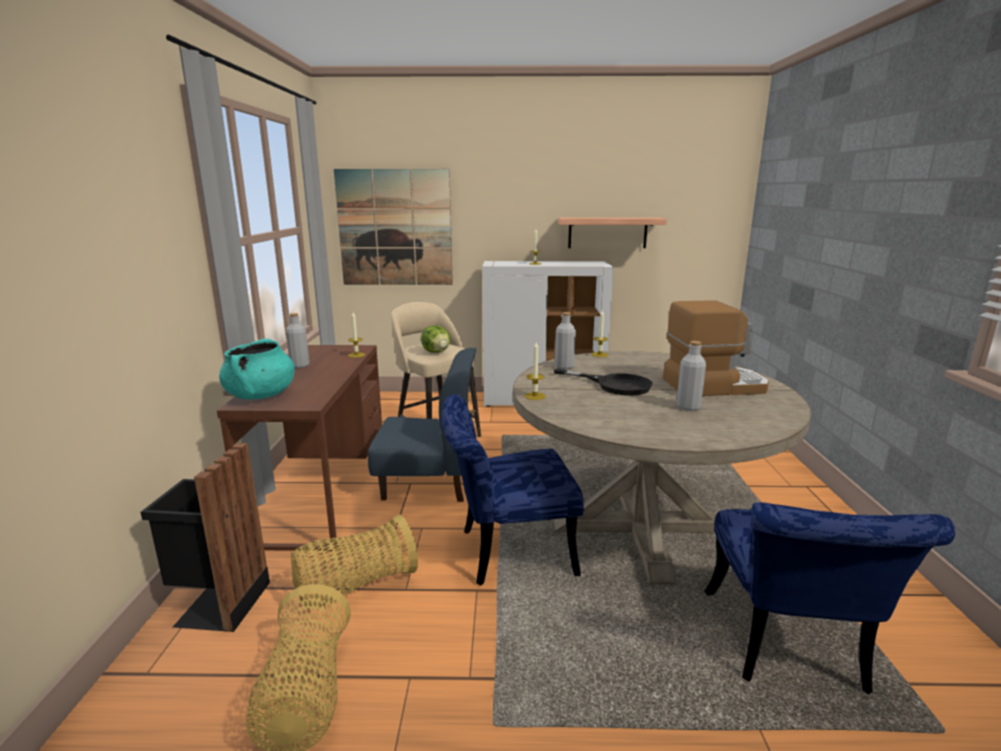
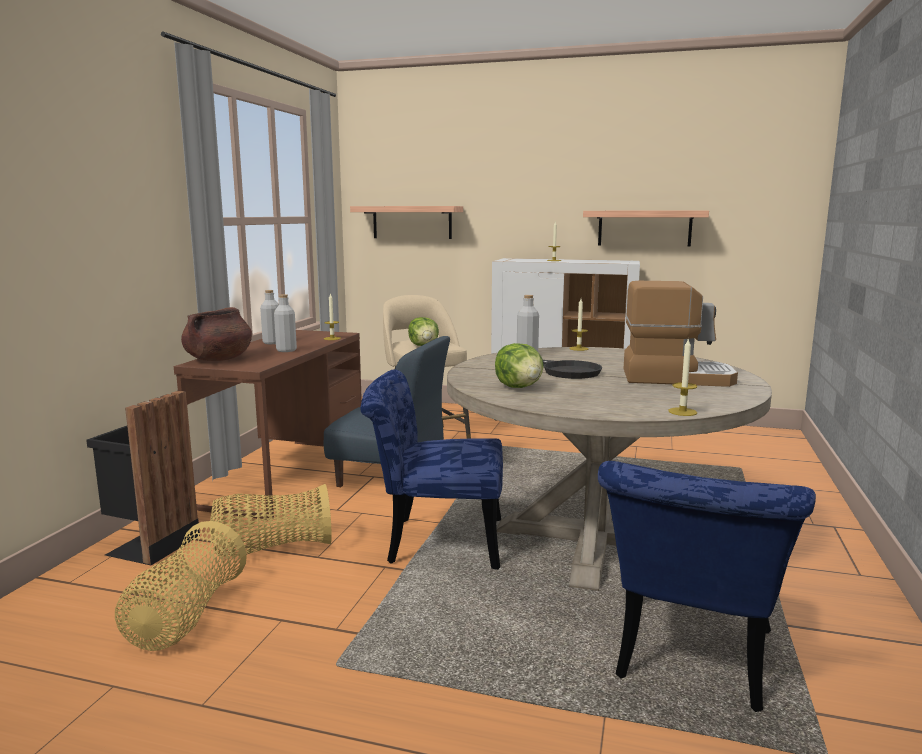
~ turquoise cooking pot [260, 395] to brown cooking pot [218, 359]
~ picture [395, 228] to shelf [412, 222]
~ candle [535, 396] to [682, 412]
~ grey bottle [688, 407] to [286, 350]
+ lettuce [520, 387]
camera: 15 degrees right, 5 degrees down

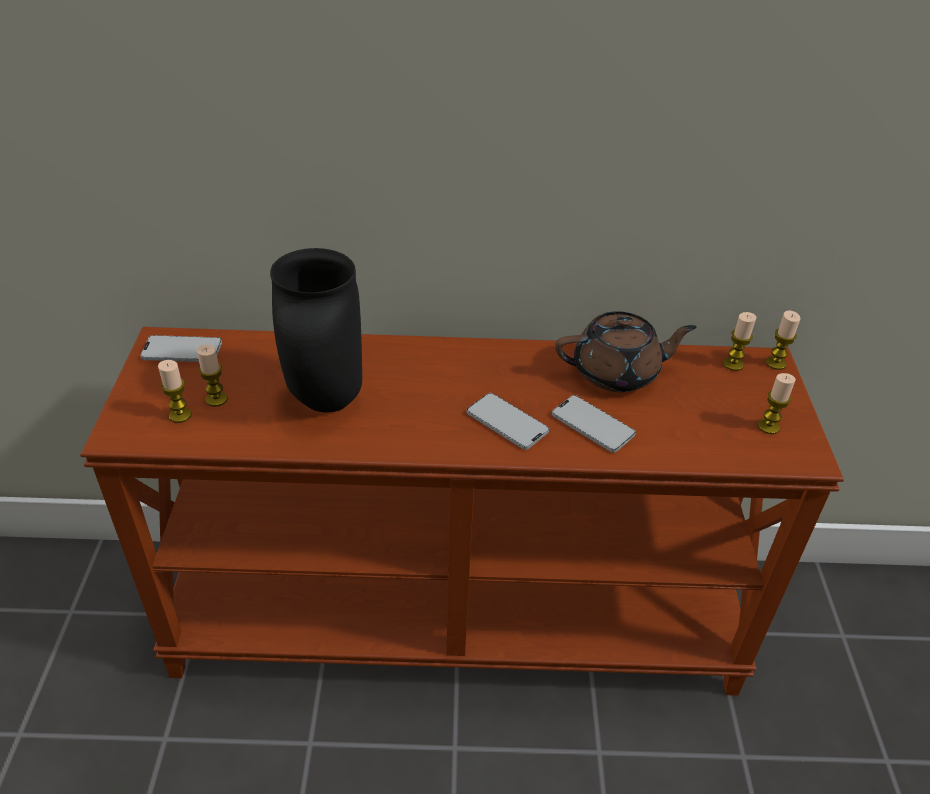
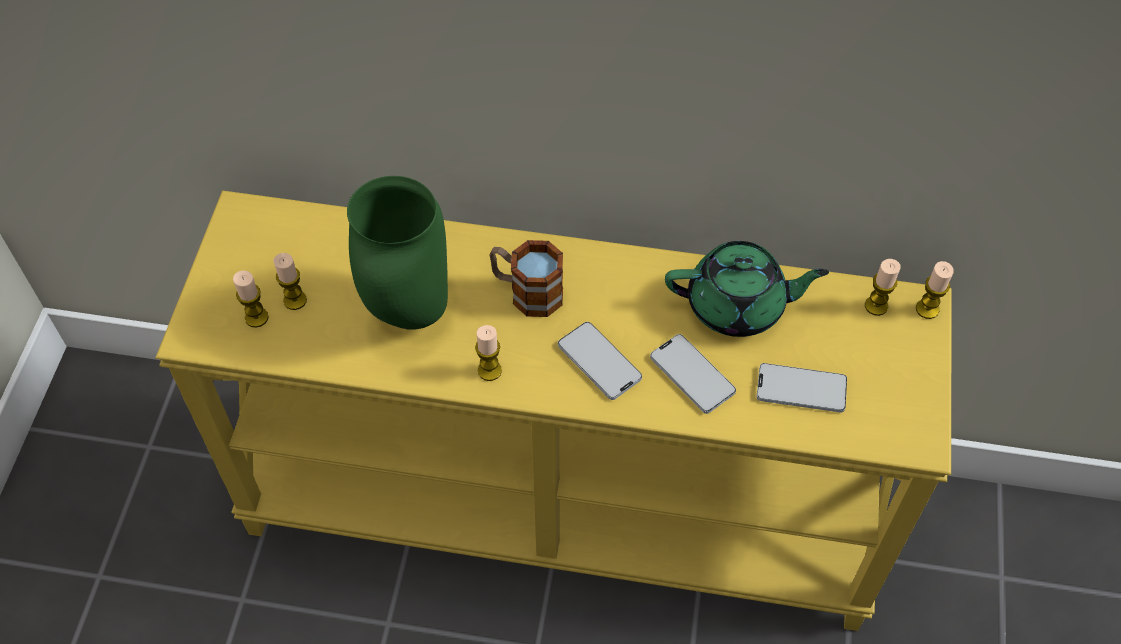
~ brown console table [458, 618] to yellow console table [563, 503]
~ phone [182, 350] to [801, 389]
~ black vase [328, 401] to green vase [412, 315]
~ brown teapot [617, 373] to green teapot [738, 305]
~ candle [768, 426] to [489, 370]
+ mug [527, 292]
camera: 10 degrees right, 15 degrees up

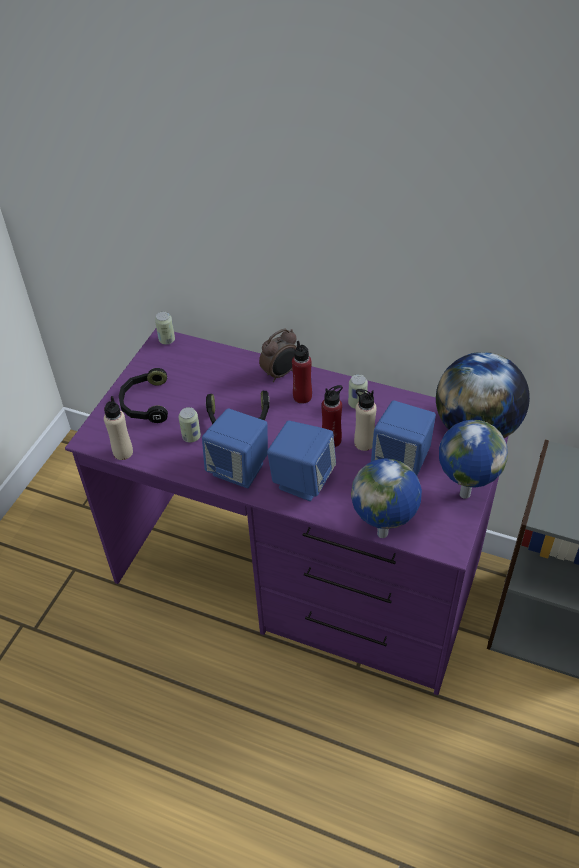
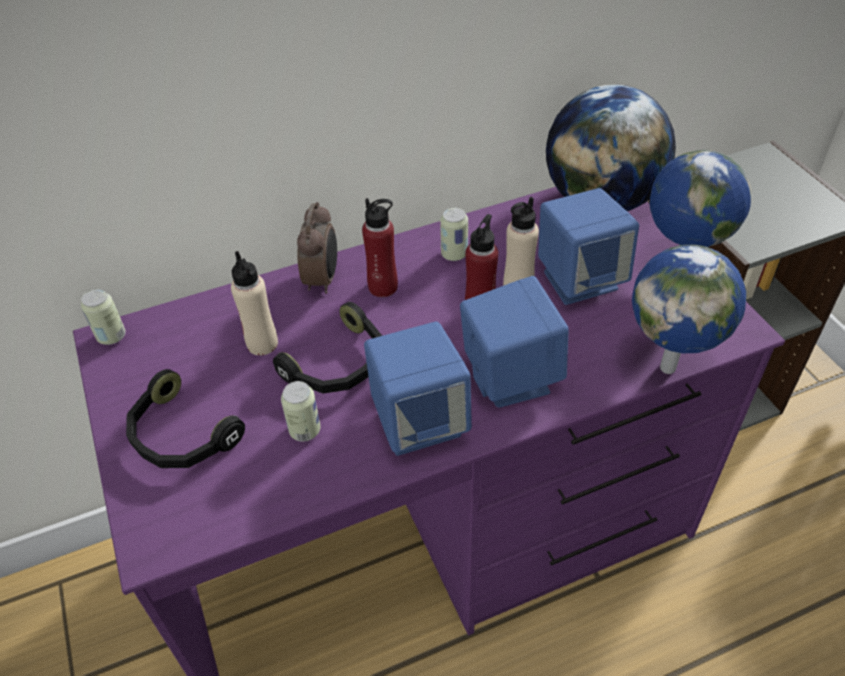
~ beige bottle [123, 452] to [262, 344]
camera: 45 degrees left, 0 degrees up

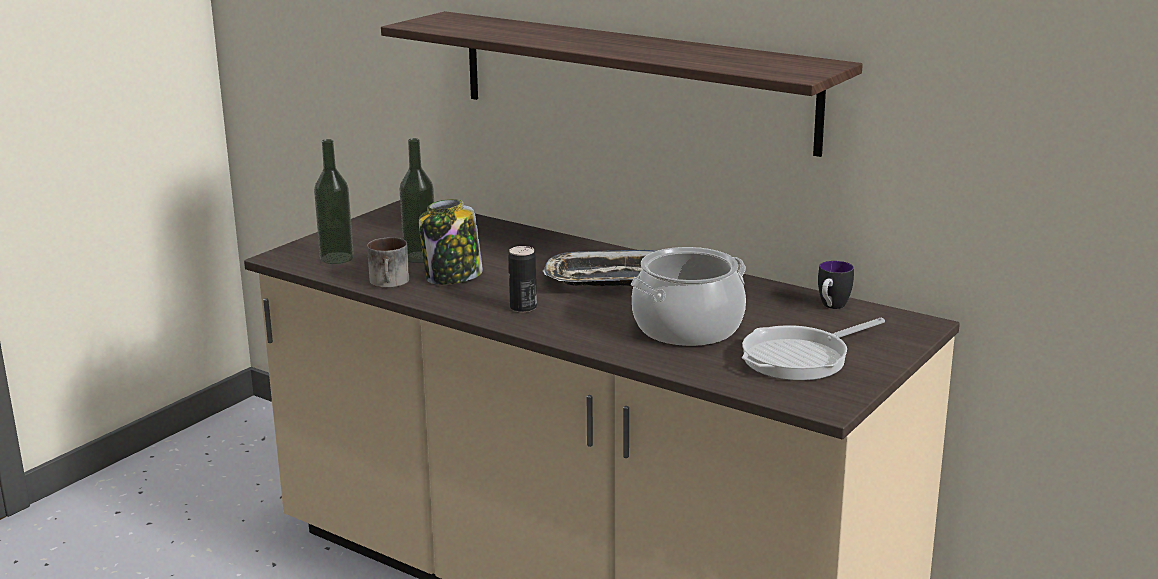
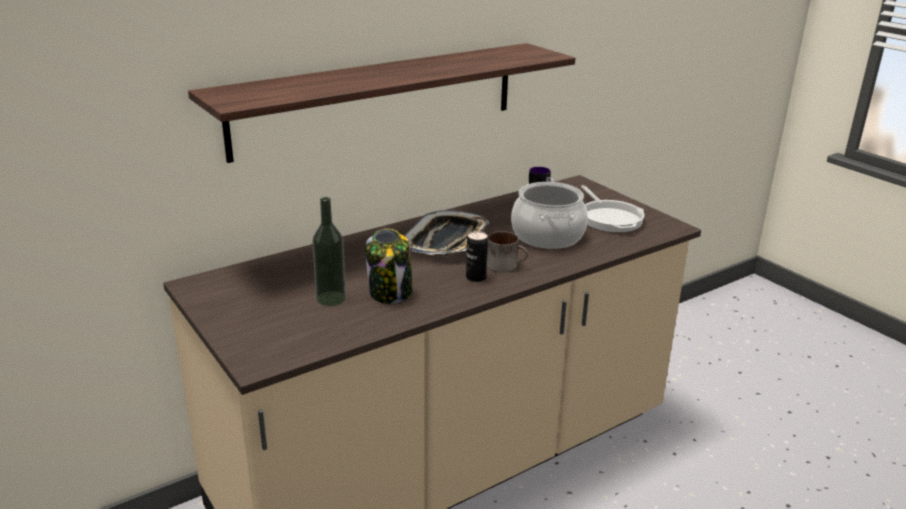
- bottle [336, 258]
~ mug [391, 282] to [506, 265]
camera: 70 degrees left, 5 degrees up

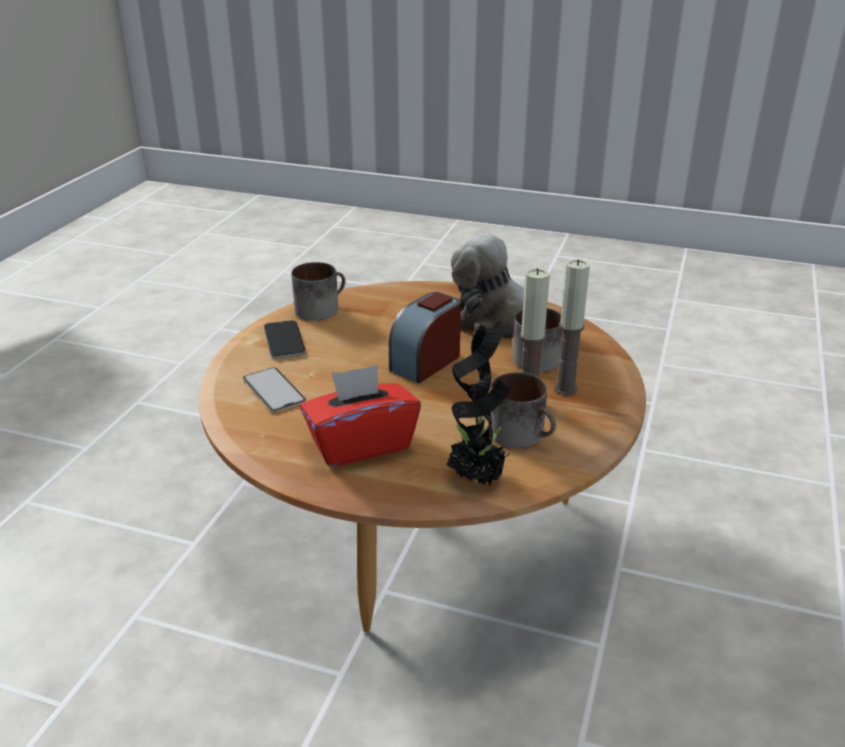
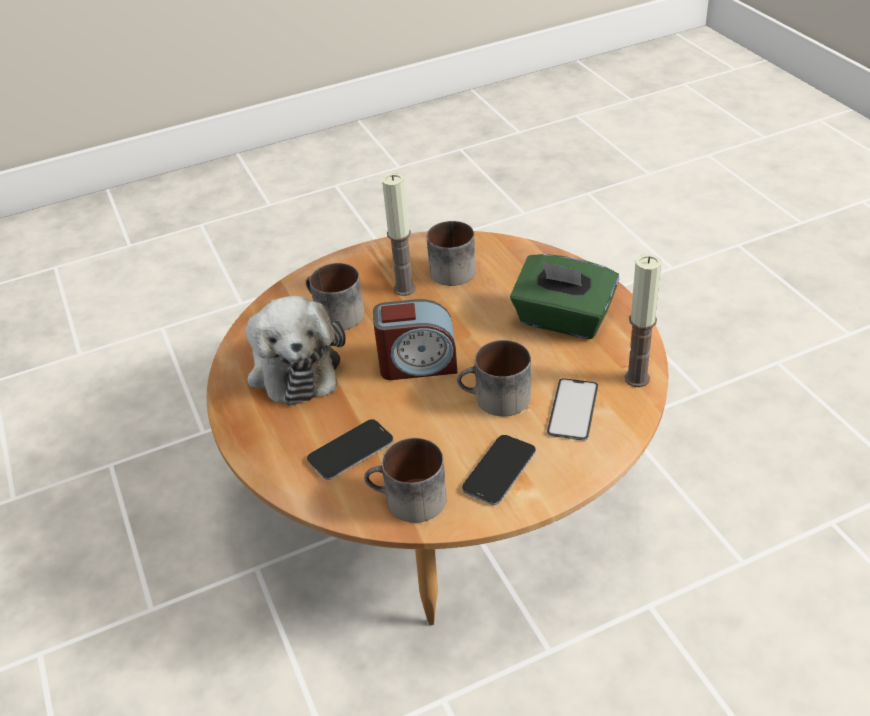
~ red tissue box [360, 444] to green tissue box [563, 320]
- potted plant [478, 479]
~ candle [565, 389] to [637, 378]
+ phone [351, 451]
+ mug [495, 400]
camera: 130 degrees left, 10 degrees up

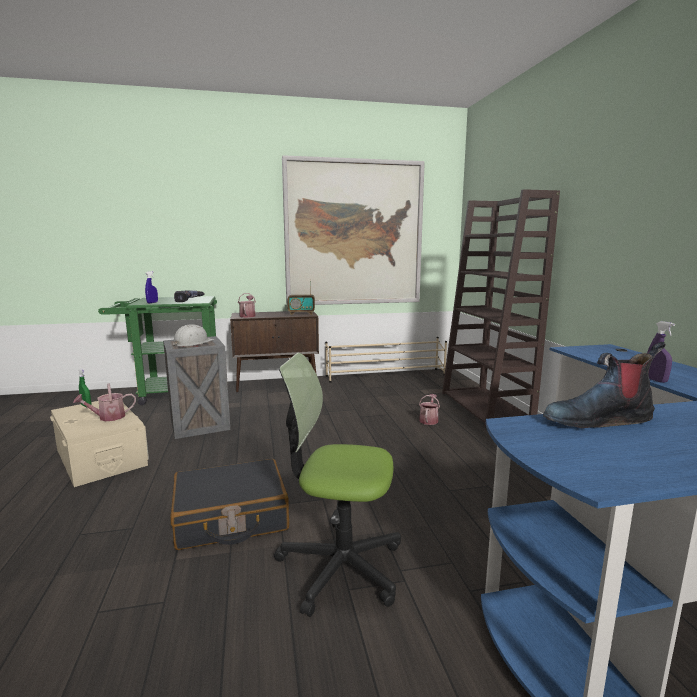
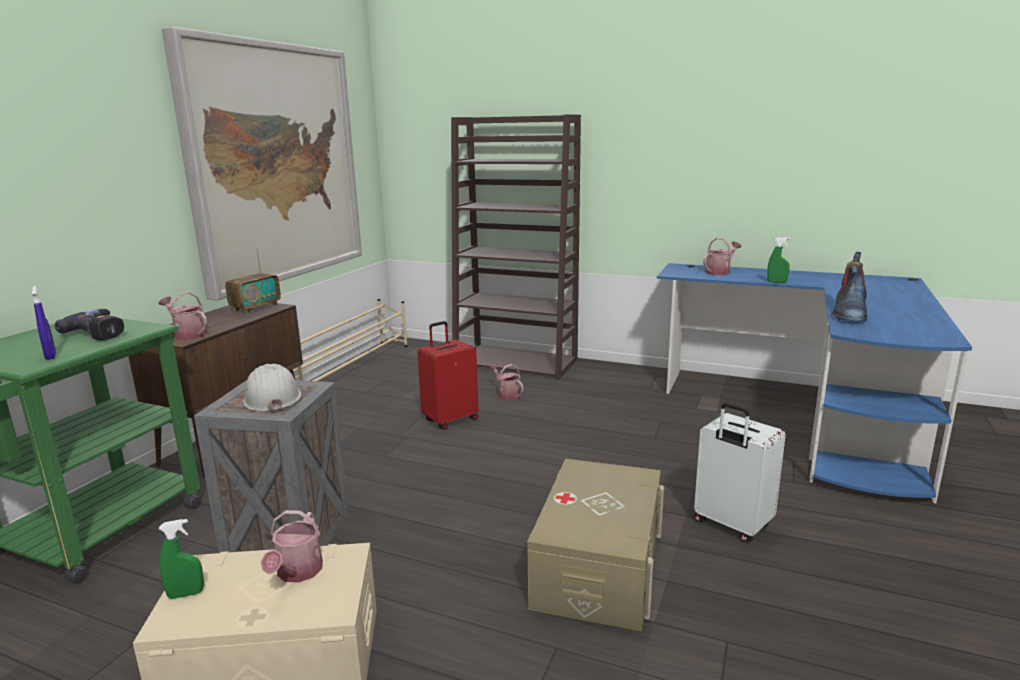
~ black suitcase [231, 517] to beige storage box [598, 566]
~ office chair [340, 566] to white suitcase [731, 525]
~ purple spray bottle [655, 380] to green spray bottle [776, 282]
+ red suitcase [450, 420]
+ watering can [719, 272]
camera: 55 degrees left, 5 degrees up

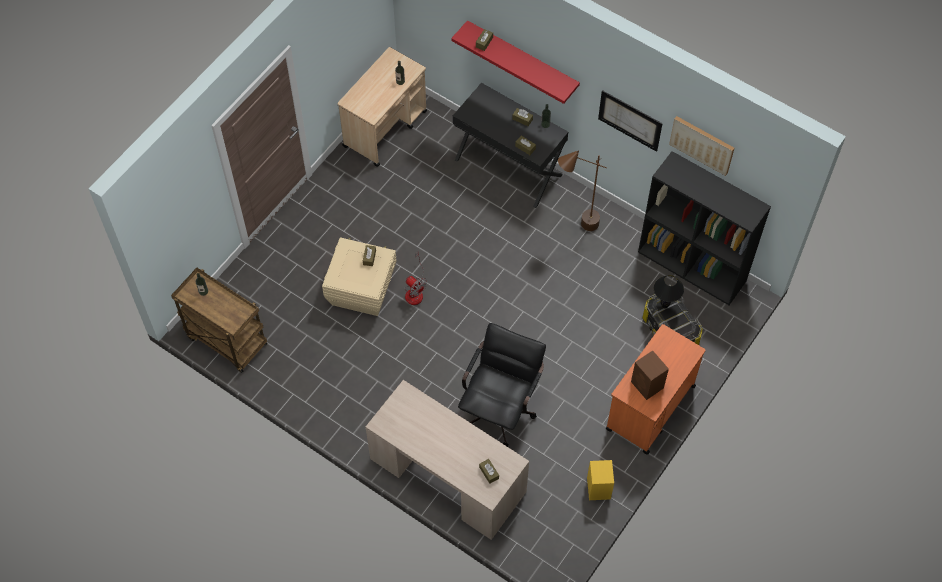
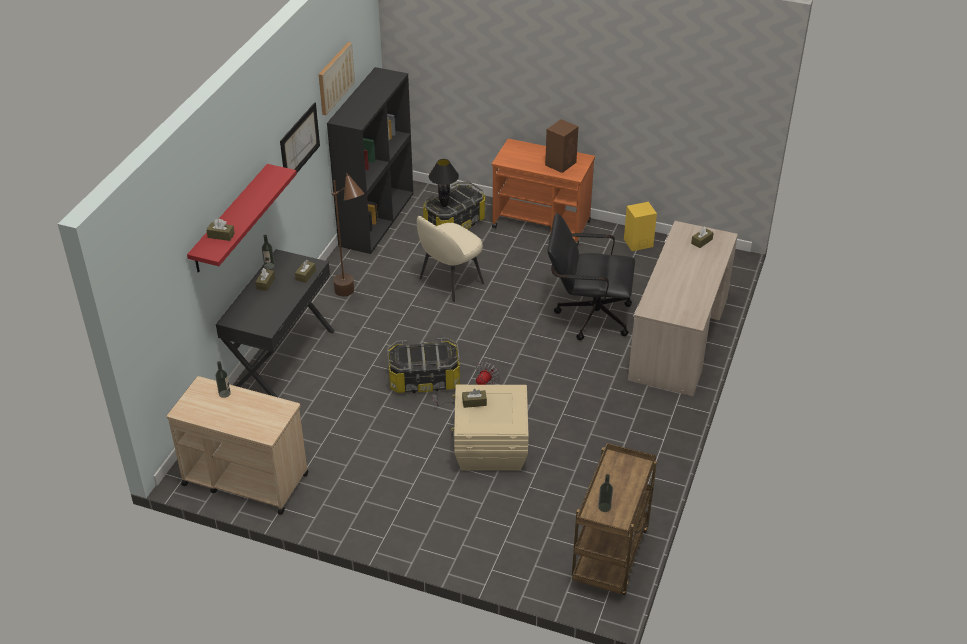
+ storage box [424, 380]
+ beige chair [450, 282]
camera: 105 degrees left, 20 degrees down

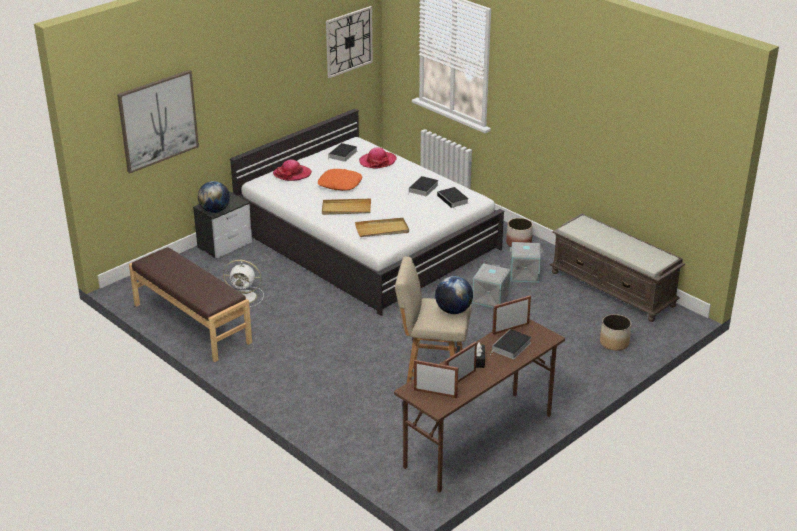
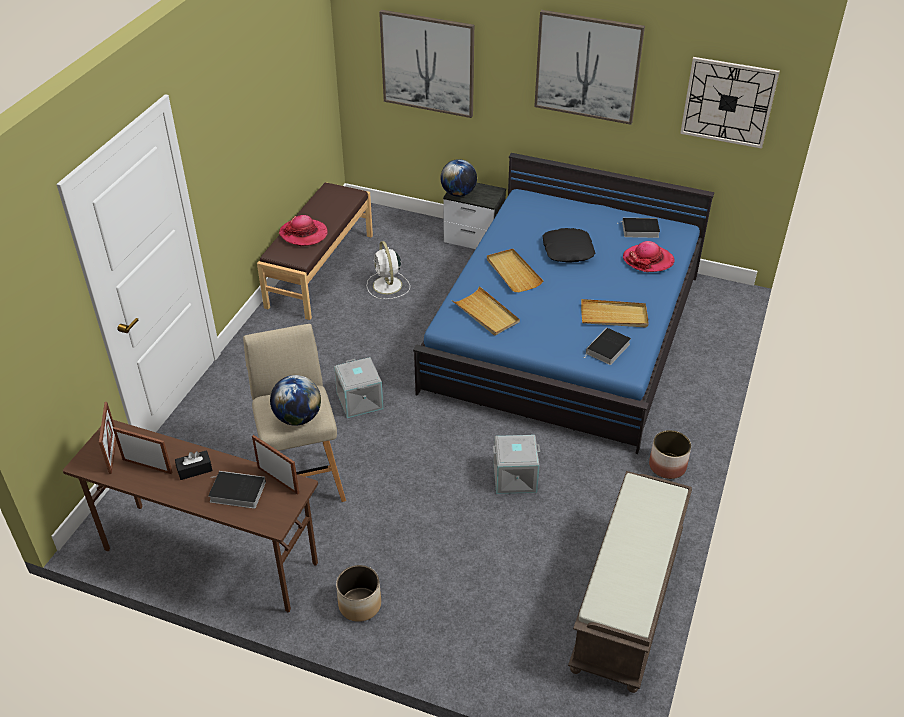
~ white bed [366, 239] to blue bed [566, 331]
~ hat [292, 174] to [303, 234]
~ orange pillow [340, 184] to black pillow [567, 250]
~ book [423, 188] to beige tray [614, 316]
~ grey storage box [524, 274] to [360, 401]
~ planter [614, 343] to [359, 605]
+ picture [587, 67]
camera: 65 degrees right, 10 degrees up

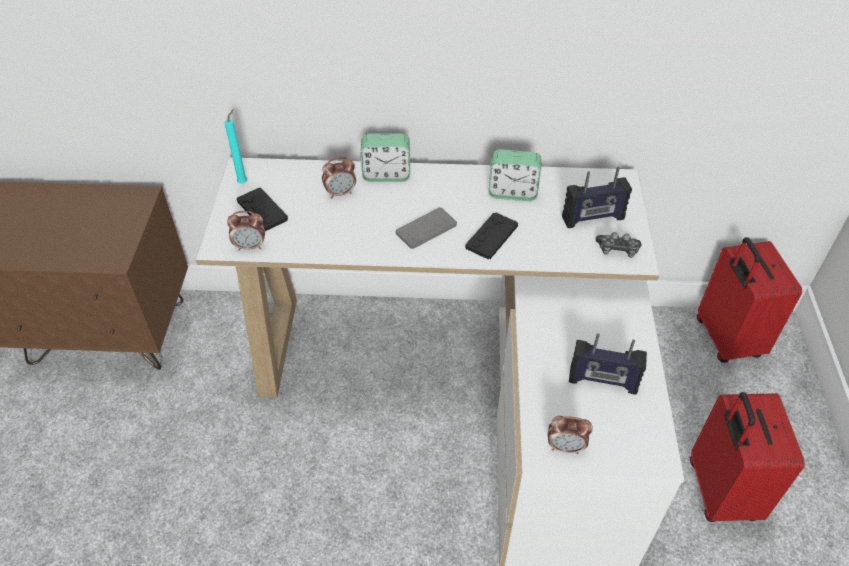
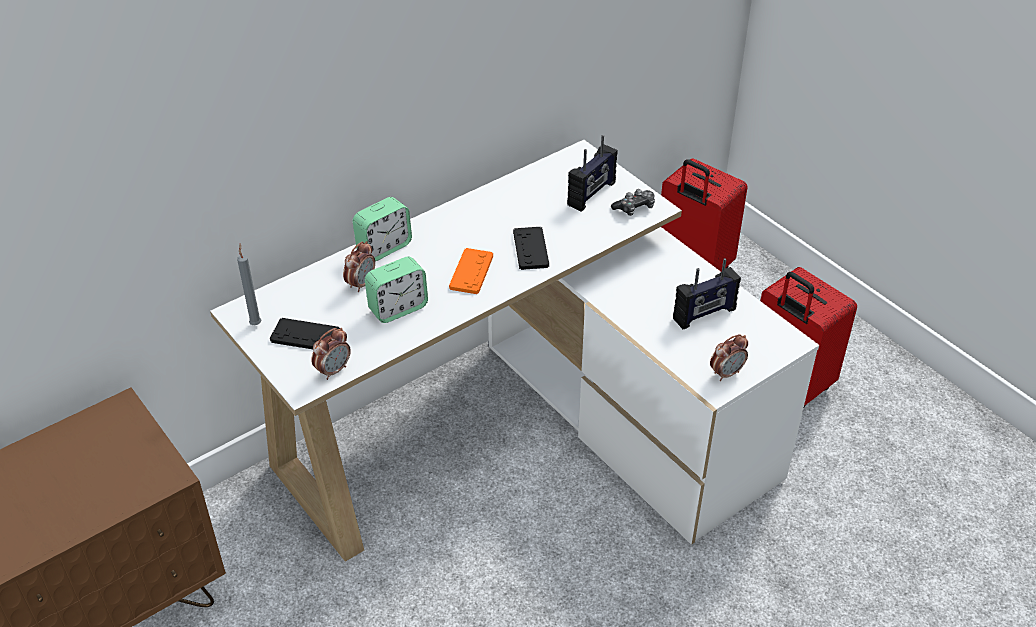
~ turquoise candle [244, 182] to grey candle [256, 323]
~ grey game controller [426, 229] to orange game controller [471, 272]
~ alarm clock [512, 192] to [398, 308]
camera: 40 degrees left, 5 degrees down

